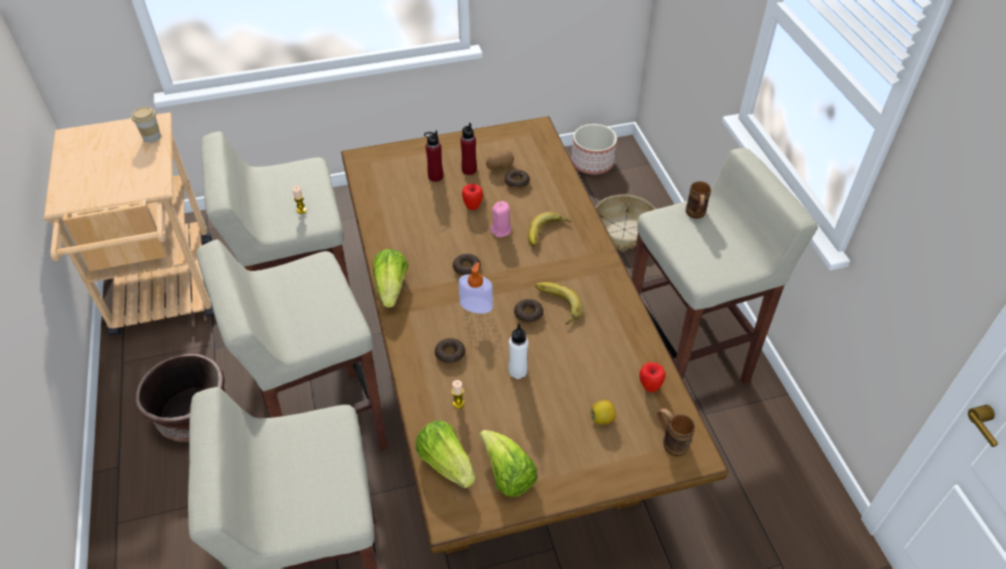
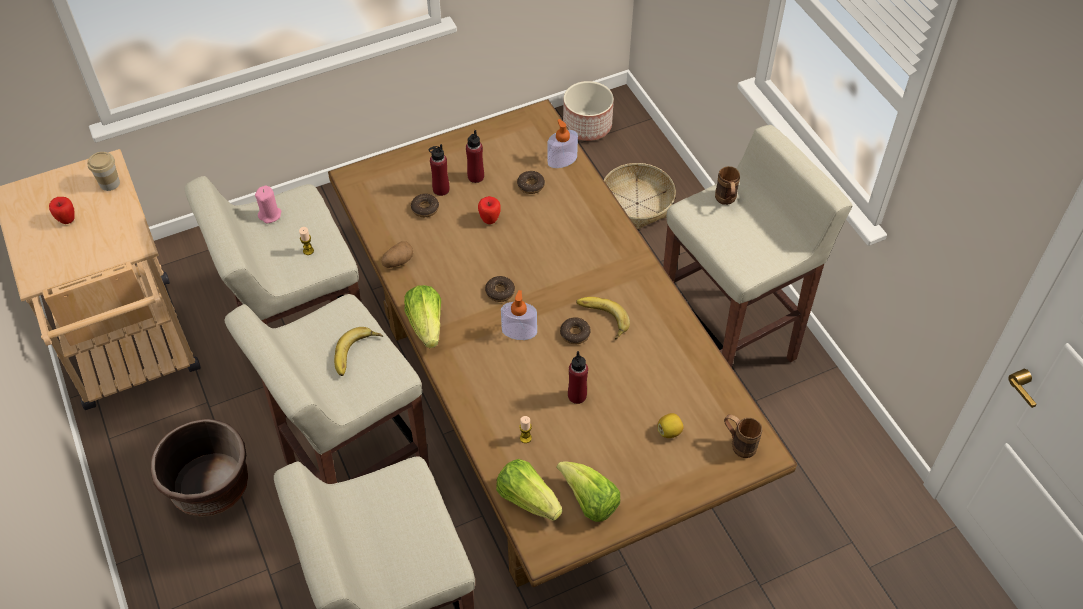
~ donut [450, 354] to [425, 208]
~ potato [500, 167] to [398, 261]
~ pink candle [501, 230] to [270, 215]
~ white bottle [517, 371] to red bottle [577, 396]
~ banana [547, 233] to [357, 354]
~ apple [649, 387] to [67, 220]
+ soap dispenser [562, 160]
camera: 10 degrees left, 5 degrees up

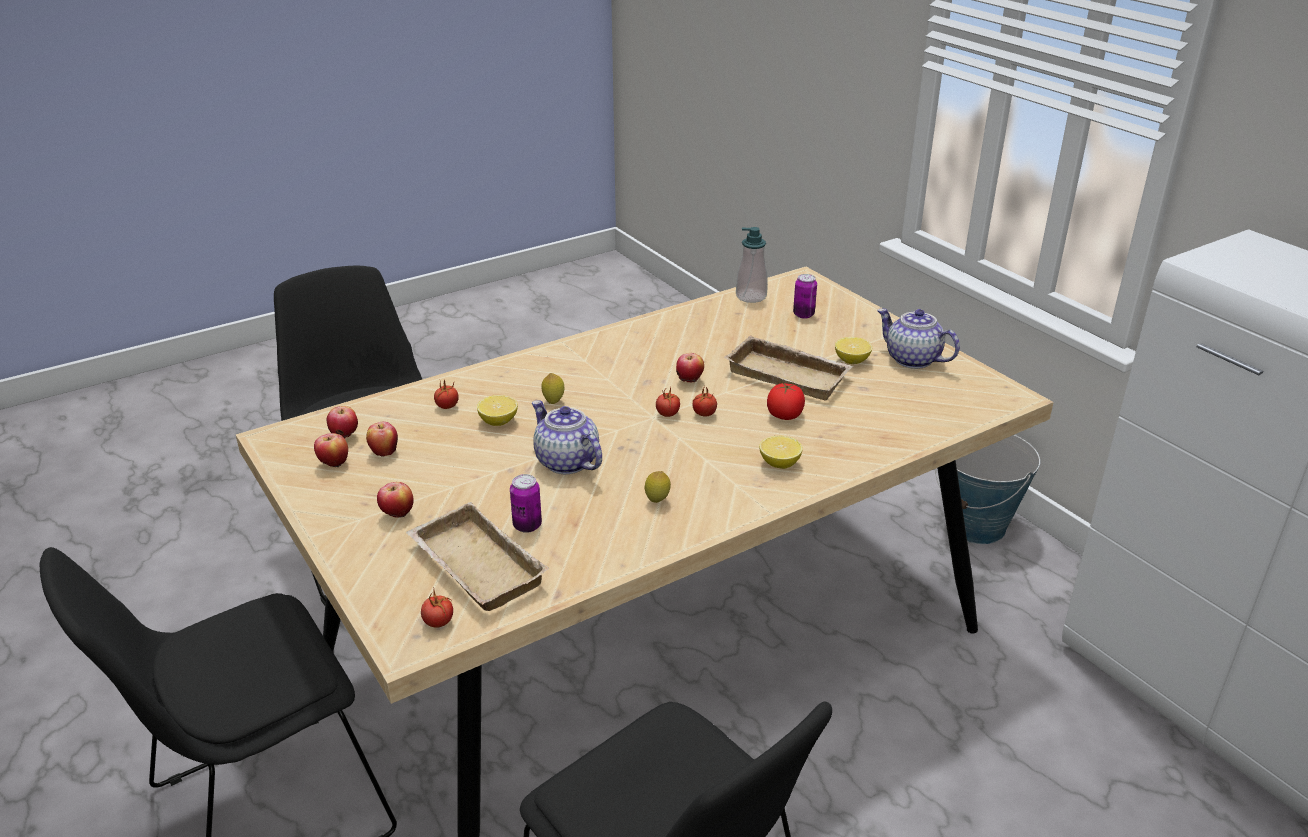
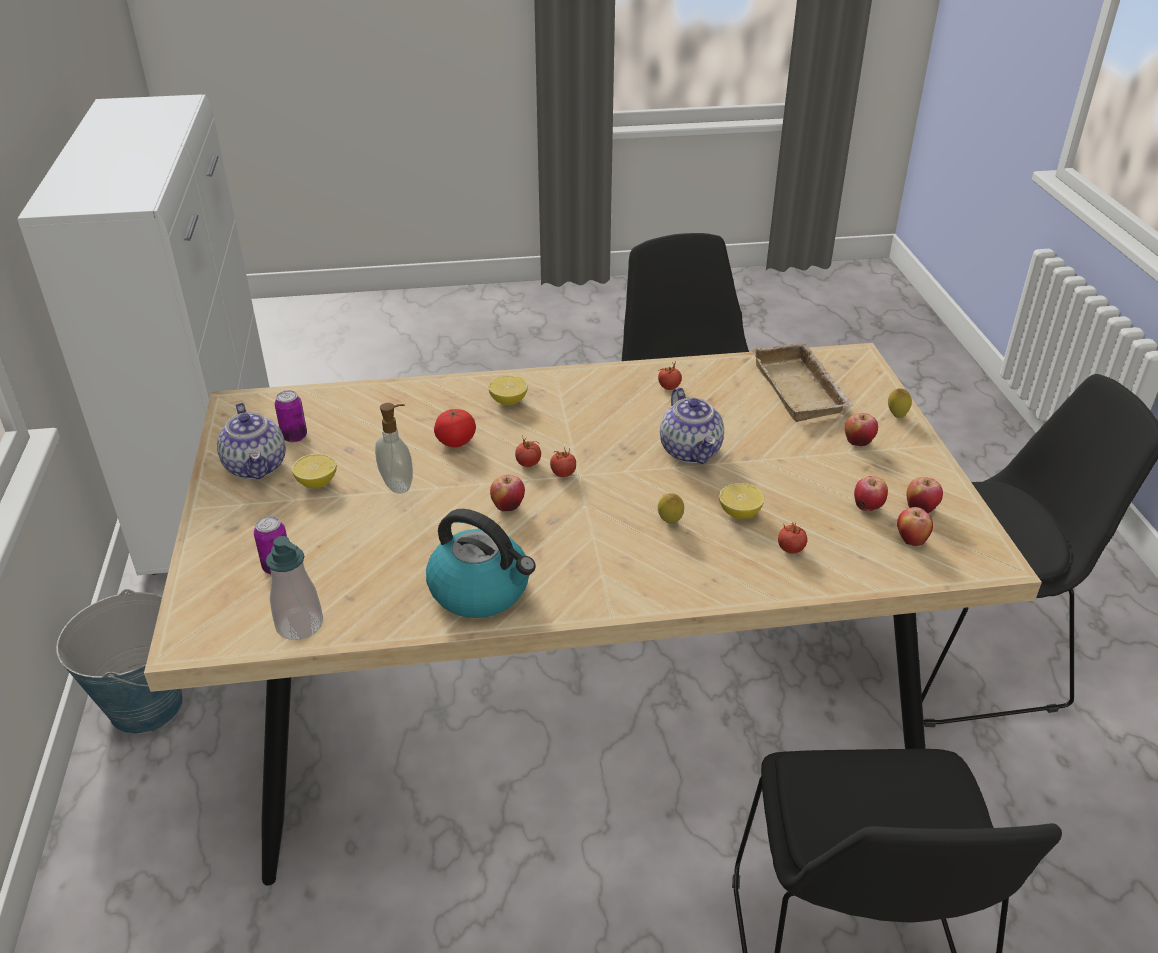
~ tomato [438, 622] to [669, 387]
~ can [527, 526] to [294, 437]
~ lemon [657, 501] to [896, 415]
~ beige tray [790, 374] to soap dispenser [398, 484]
+ kettle [481, 590]
camera: 155 degrees left, 5 degrees up

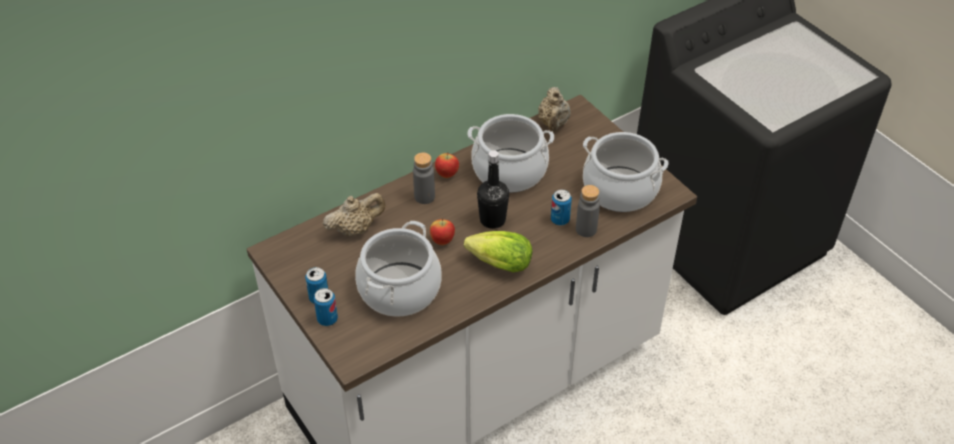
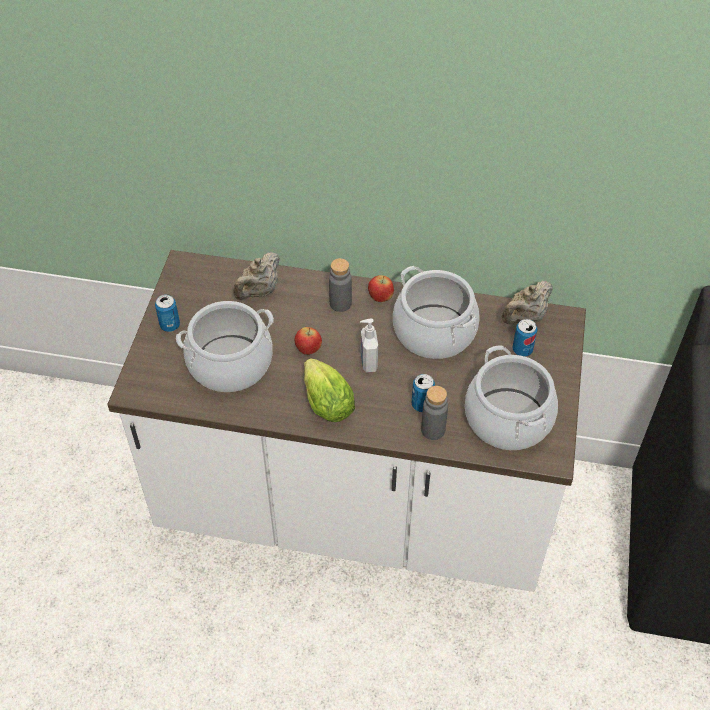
~ can [327, 319] to [522, 350]
~ beige teapot [355, 229] = [259, 291] 105 degrees clockwise
~ black bottle [492, 220] to soap dispenser [368, 362]
camera: 45 degrees right, 5 degrees up

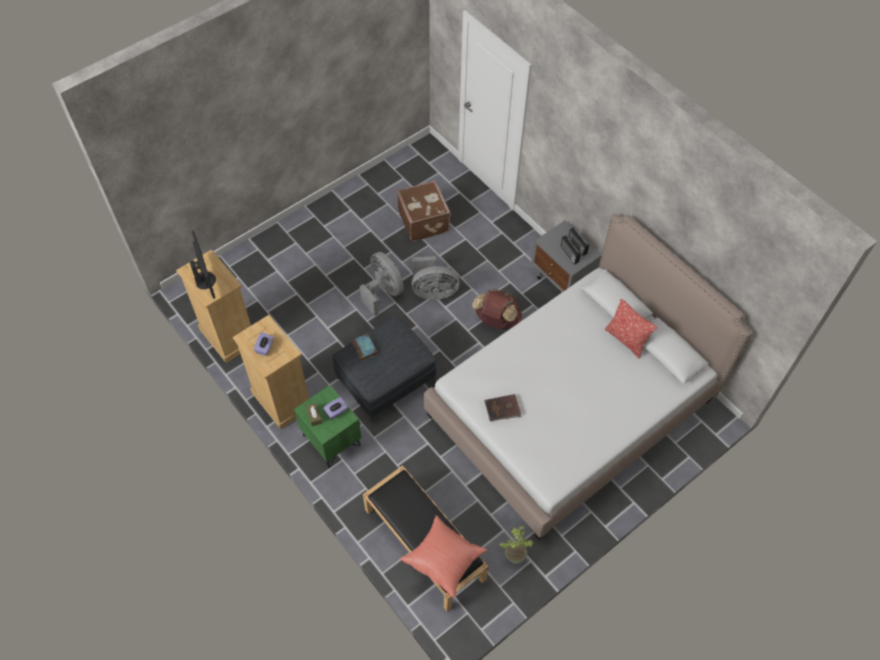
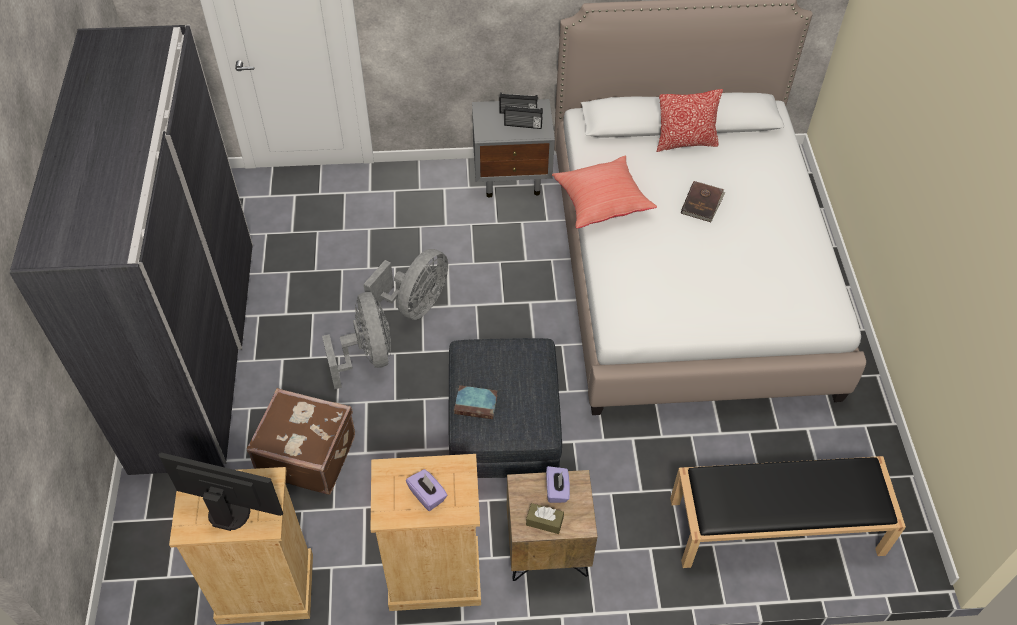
~ green nightstand [331, 440] to brown nightstand [547, 549]
~ grey fan [383, 291] = [367, 356] 75 degrees clockwise
~ brown suitcase [424, 220] to [307, 454]
~ red pillow [444, 559] to [601, 202]
- brown backpack [496, 320]
~ brown book [502, 409] to [702, 203]
- potted plant [514, 554]
+ grey wardrobe [194, 352]
camera: 55 degrees left, 5 degrees down

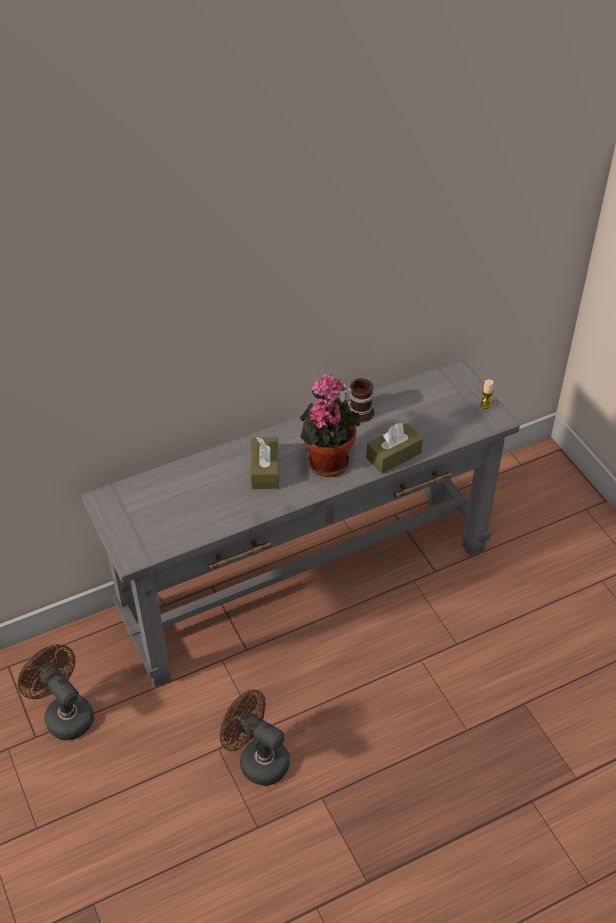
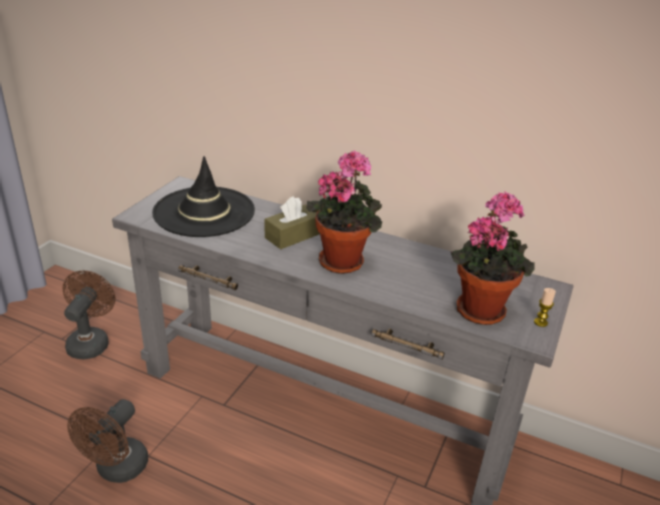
~ brown fan [257, 759] = [117, 470] 150 degrees counterclockwise
- mug [358, 411]
- brown tissue box [393, 455]
+ black hat [204, 212]
+ potted plant [481, 308]
camera: 50 degrees right, 15 degrees down

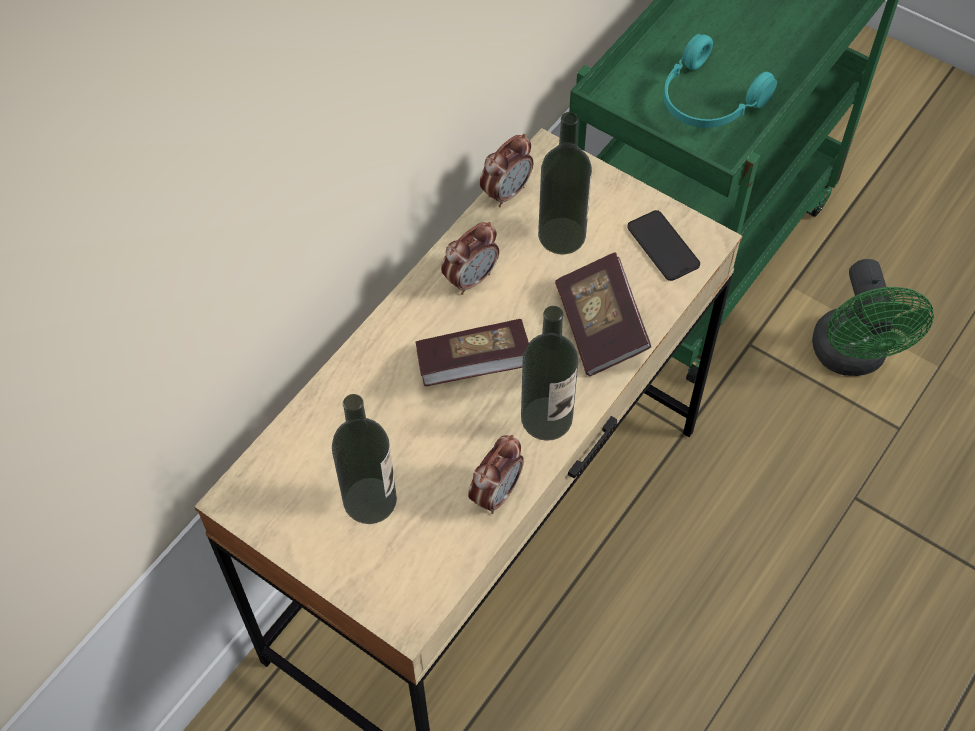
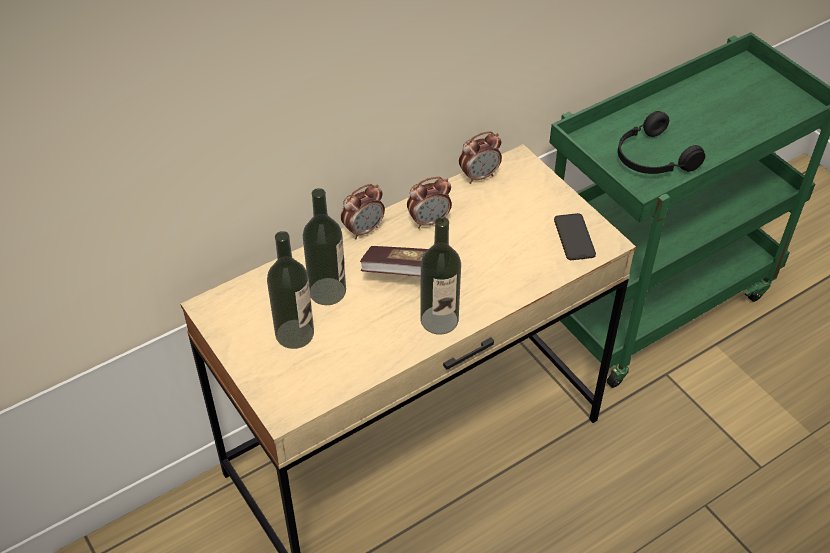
~ alarm clock [496, 493] to [363, 230]
~ bottle [562, 235] to [327, 291]
- book [600, 327]
~ turquoise headphones [707, 101] to black headphones [652, 158]
- green fan [852, 357]
camera: 20 degrees right, 10 degrees down

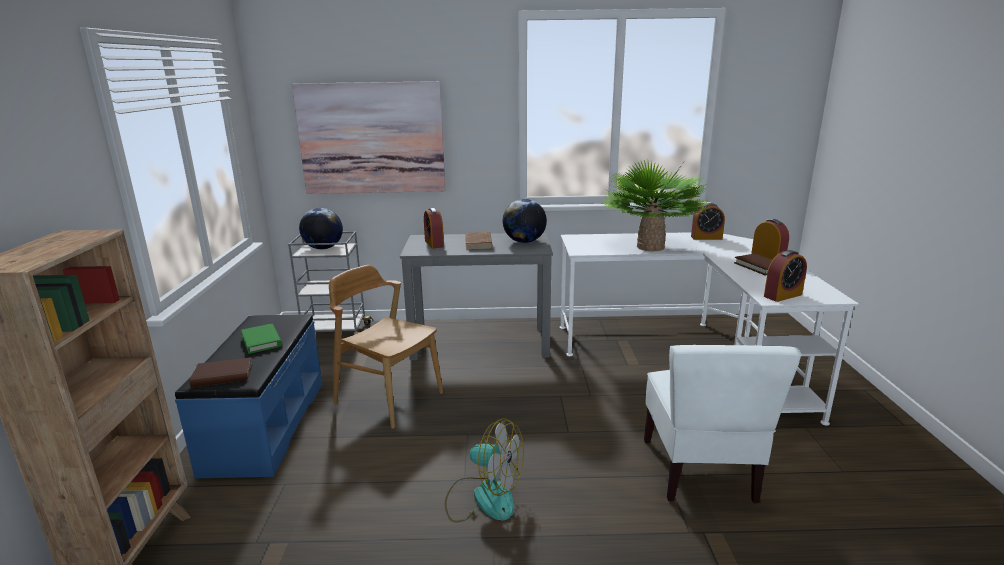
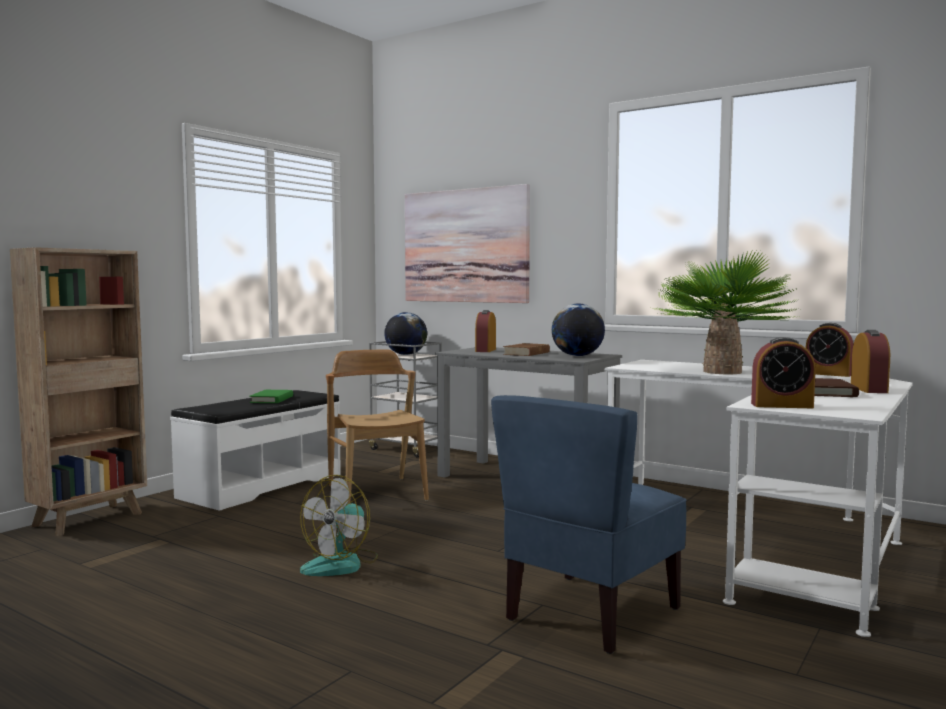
~ blue bench [265, 425] to white bench [261, 485]
- brown book [222, 375]
~ fan [483, 497] = [341, 564] 60 degrees clockwise
~ white chair [700, 470] to blue chair [590, 613]
camera: 35 degrees right, 15 degrees down

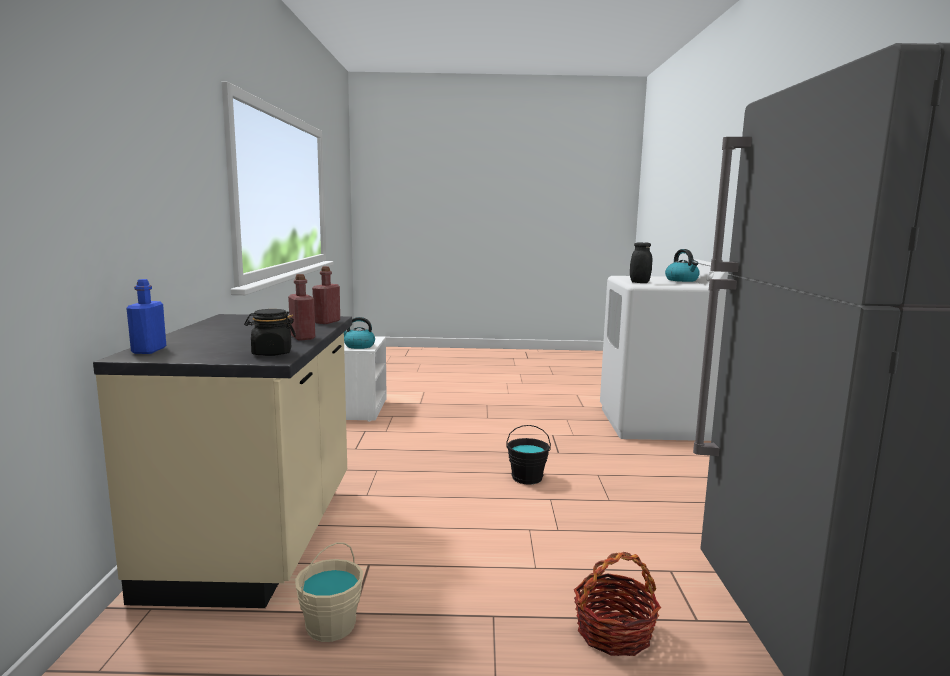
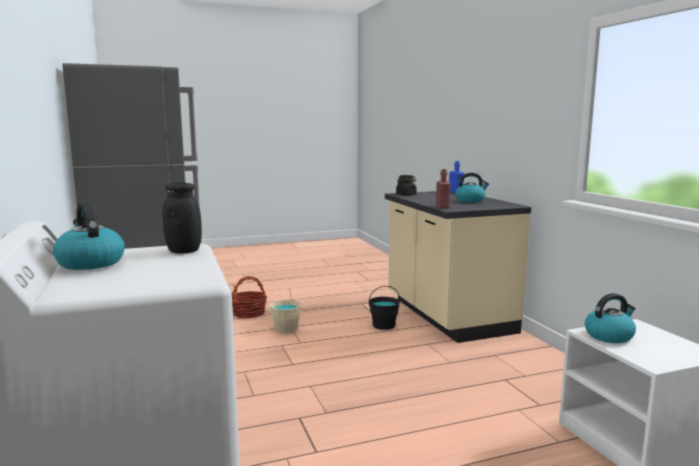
- red bottle [302, 337]
~ beige bucket [331, 626] to [286, 329]
~ black bucket [527, 477] to [384, 325]
+ kettle [470, 200]
camera: 160 degrees right, 0 degrees up

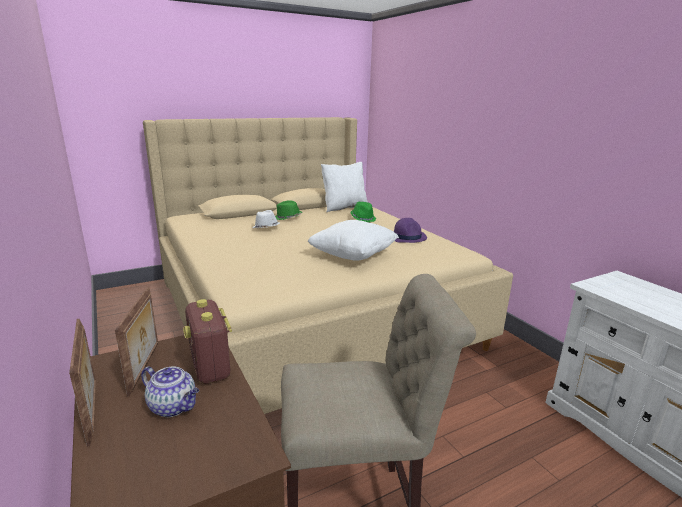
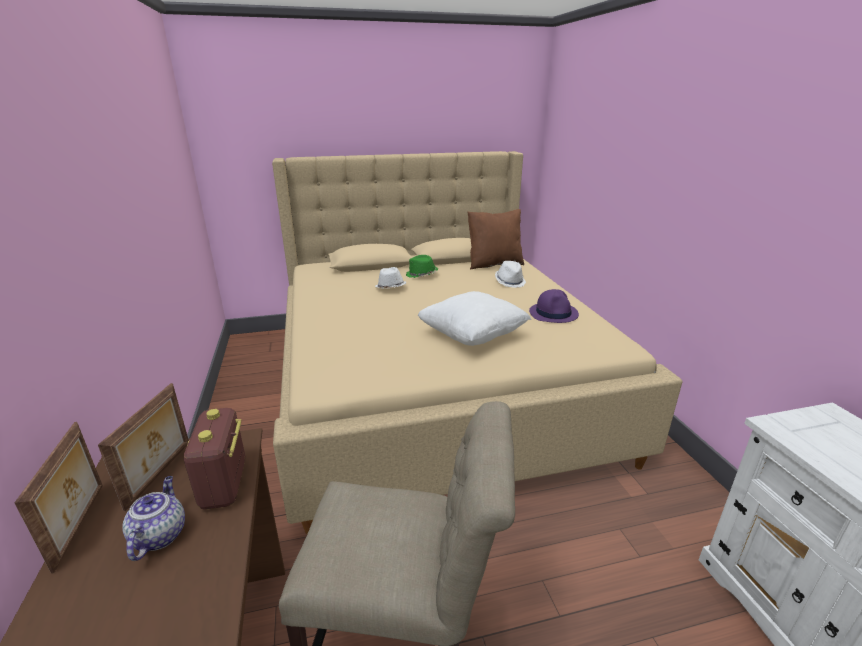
~ teapot [174, 406] = [159, 535] 135 degrees counterclockwise
~ white pillow [344, 207] to brown pillow [494, 264]
~ green hat [363, 218] to white hat [510, 282]
camera: 15 degrees right, 5 degrees up

